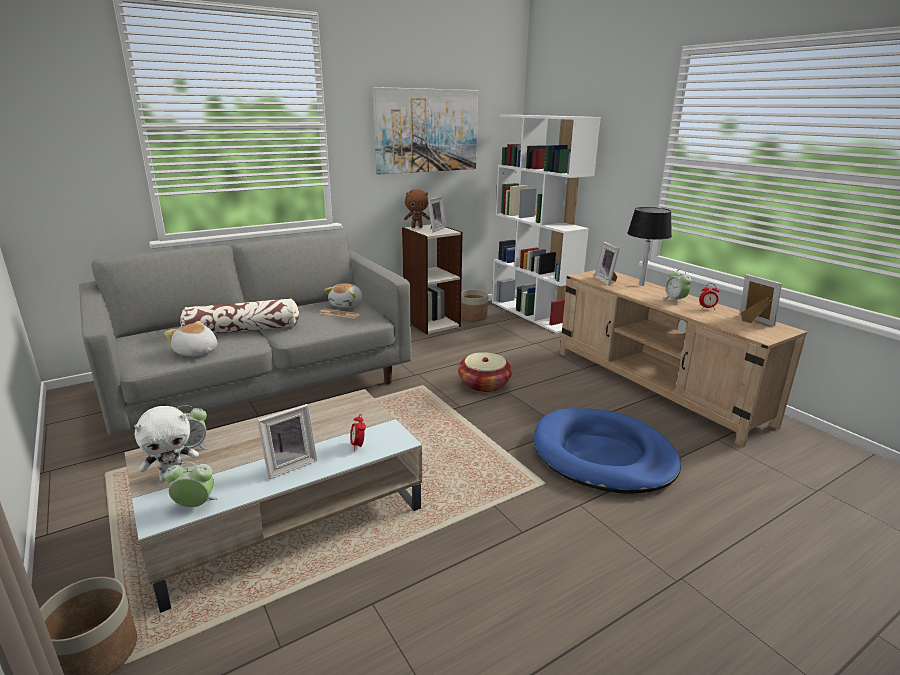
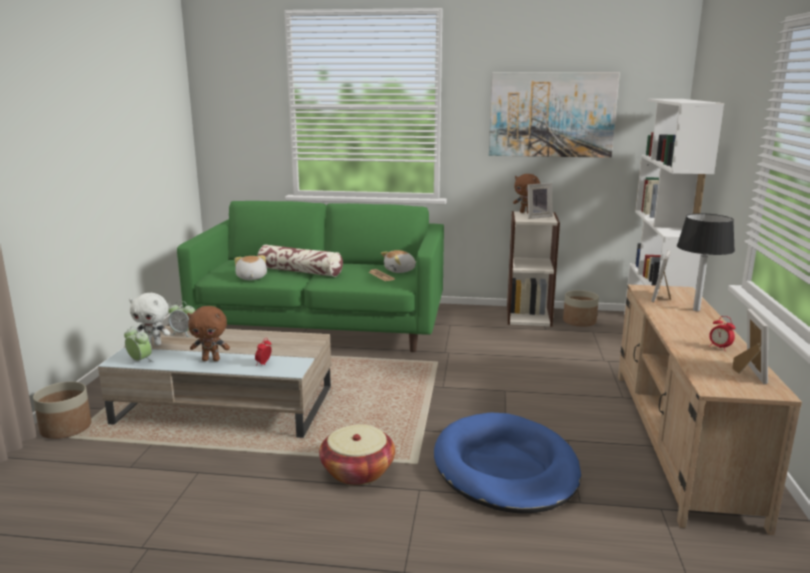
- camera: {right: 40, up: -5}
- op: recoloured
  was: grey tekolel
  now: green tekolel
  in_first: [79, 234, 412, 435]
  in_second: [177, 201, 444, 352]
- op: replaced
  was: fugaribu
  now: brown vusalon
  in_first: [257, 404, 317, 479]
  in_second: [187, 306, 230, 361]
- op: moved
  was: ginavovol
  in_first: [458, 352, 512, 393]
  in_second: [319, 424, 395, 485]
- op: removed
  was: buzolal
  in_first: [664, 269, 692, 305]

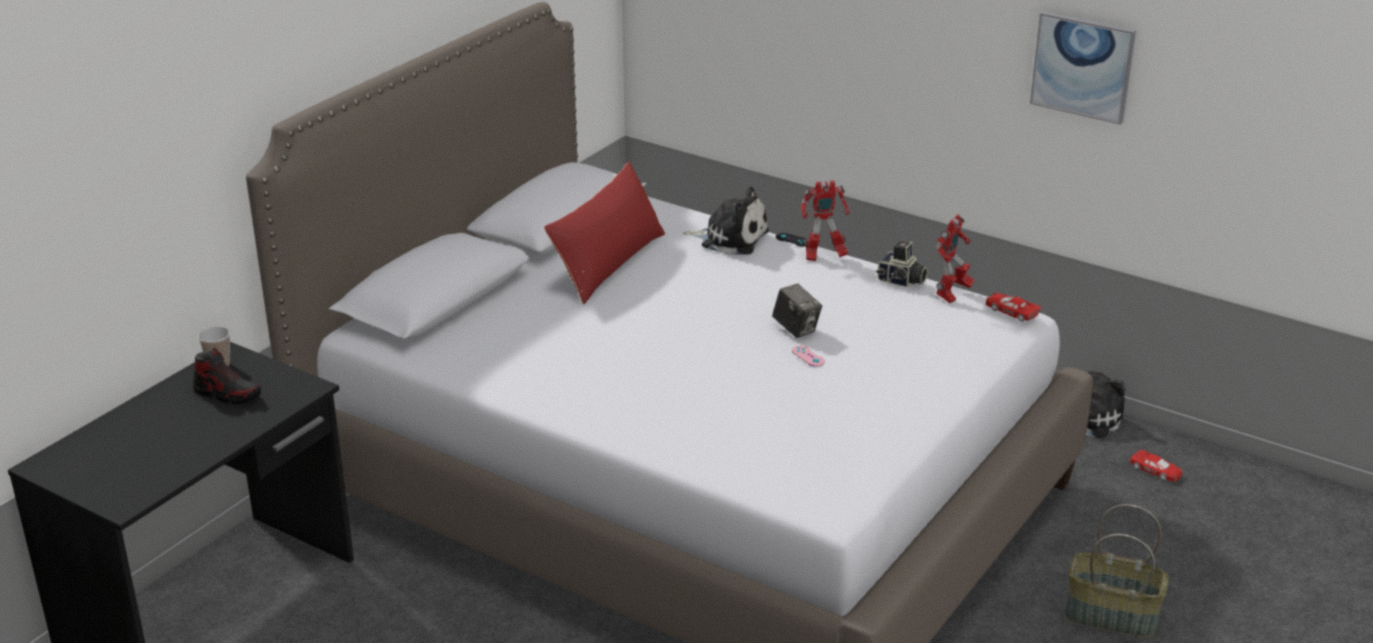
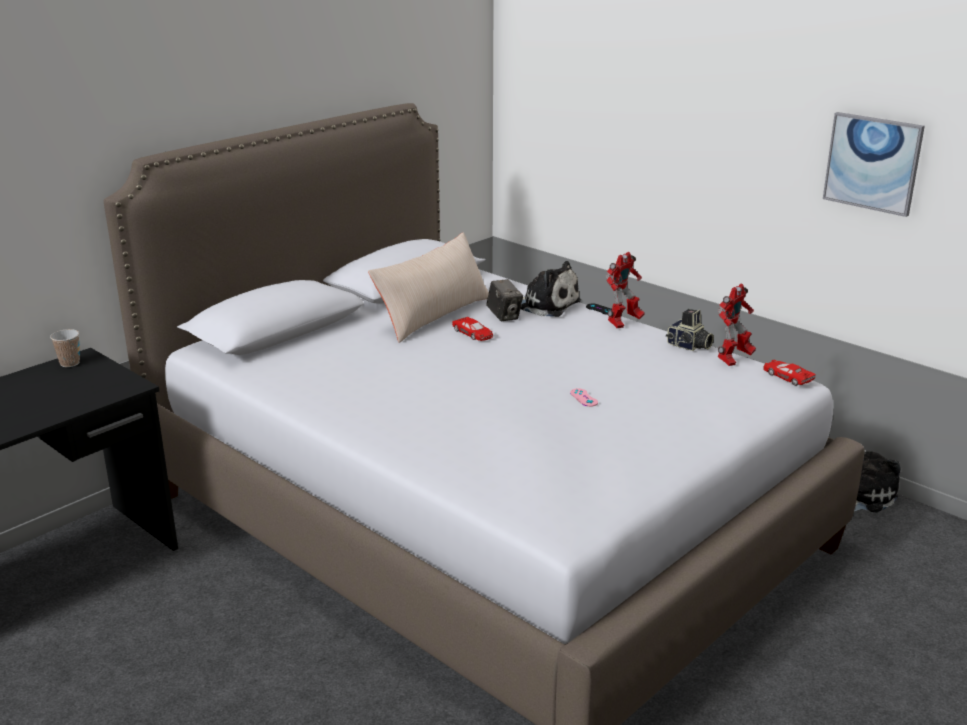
- camera: {right: 10, up: -5}
- op: recoloured
  was: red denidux
  now: beige denidux
  in_first: [544, 162, 665, 304]
  in_second: [368, 232, 489, 343]
- op: moved
  was: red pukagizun
  in_first: [1130, 450, 1182, 482]
  in_second: [452, 317, 493, 341]
- op: moved
  was: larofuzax
  in_first: [772, 284, 822, 338]
  in_second: [486, 279, 523, 321]
- op: turned
  was: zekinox
  in_first: [801, 180, 850, 261]
  in_second: [606, 252, 645, 328]
  clockwise: -45
- op: removed
  was: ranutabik
  in_first: [193, 348, 261, 405]
- op: removed
  was: ginavovol
  in_first: [1065, 504, 1169, 638]

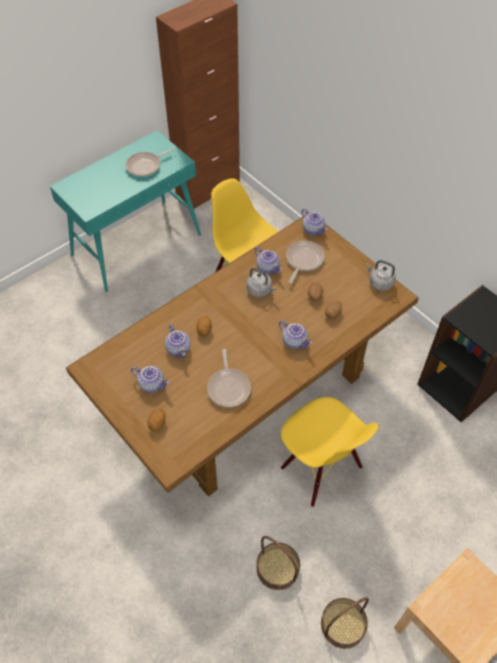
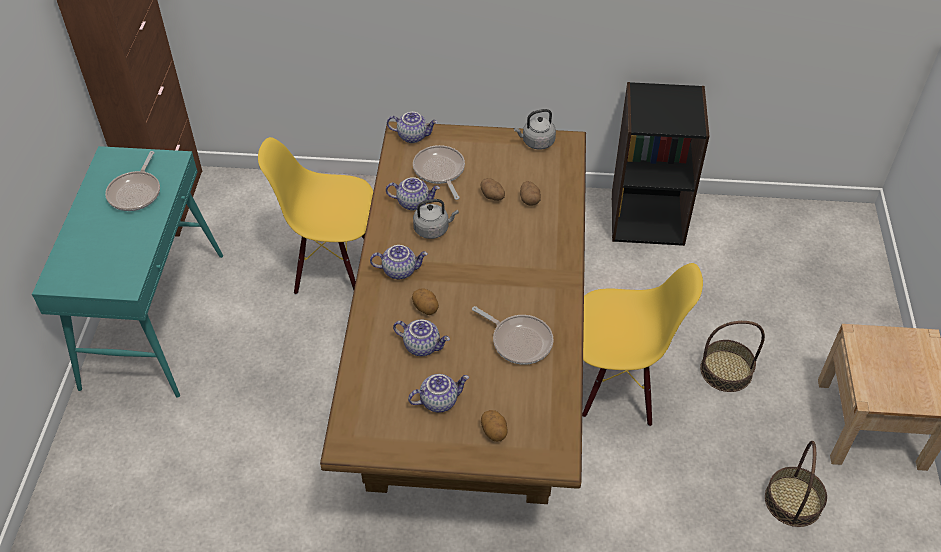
- camera: {right: -45, up: -5}
- op: moved
  was: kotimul
  in_first: [279, 320, 312, 349]
  in_second: [370, 245, 428, 279]
- op: moved
  was: ginavovol
  in_first: [257, 536, 300, 590]
  in_second: [700, 321, 765, 392]

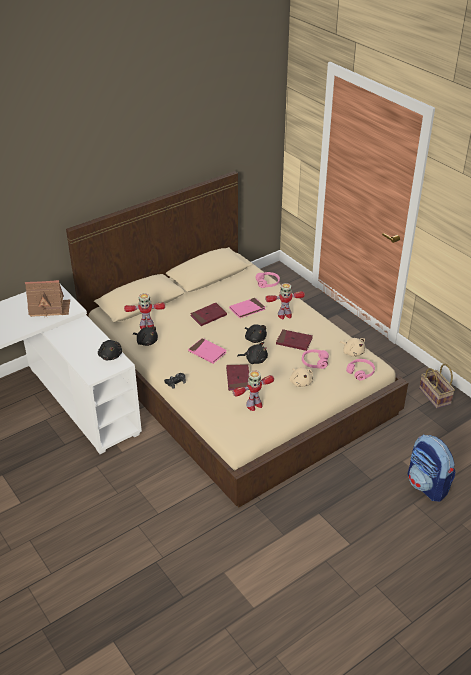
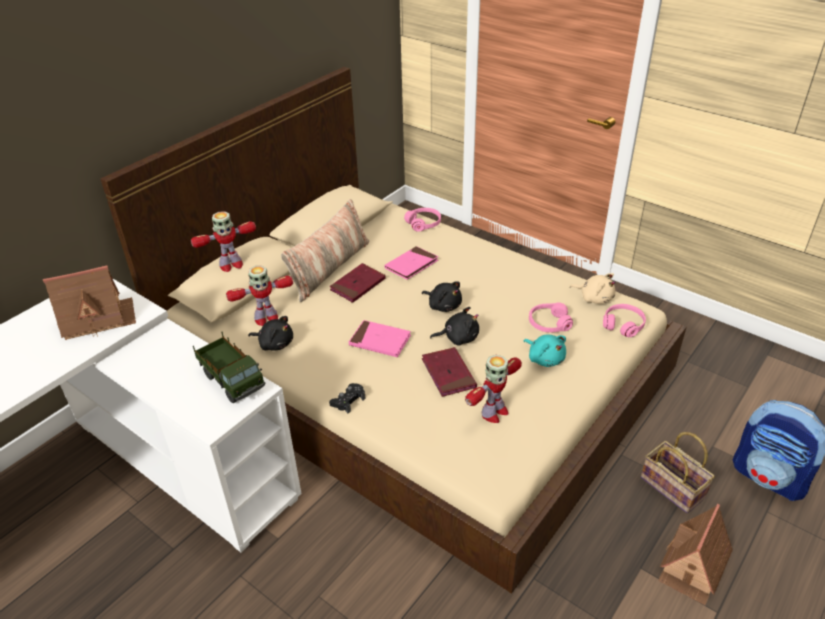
- camera: {right: -15, up: 0}
- op: moved
  was: zekinox
  in_first: [265, 283, 305, 319]
  in_second: [191, 211, 256, 272]
- op: replaced
  was: black vusalon
  now: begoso
  in_first: [98, 340, 122, 360]
  in_second: [193, 332, 266, 403]
- op: added
  now: denidux
  in_second: [281, 199, 369, 302]
- op: recoloured
  was: beige vusalon
  now: turquoise vusalon
  in_first: [290, 367, 313, 387]
  in_second: [524, 334, 566, 367]
- op: moved
  was: ginavovol
  in_first: [419, 364, 455, 408]
  in_second: [641, 432, 715, 513]
- op: added
  now: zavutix
  in_second: [658, 504, 733, 605]
- op: removed
  was: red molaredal
  in_first: [276, 329, 313, 351]

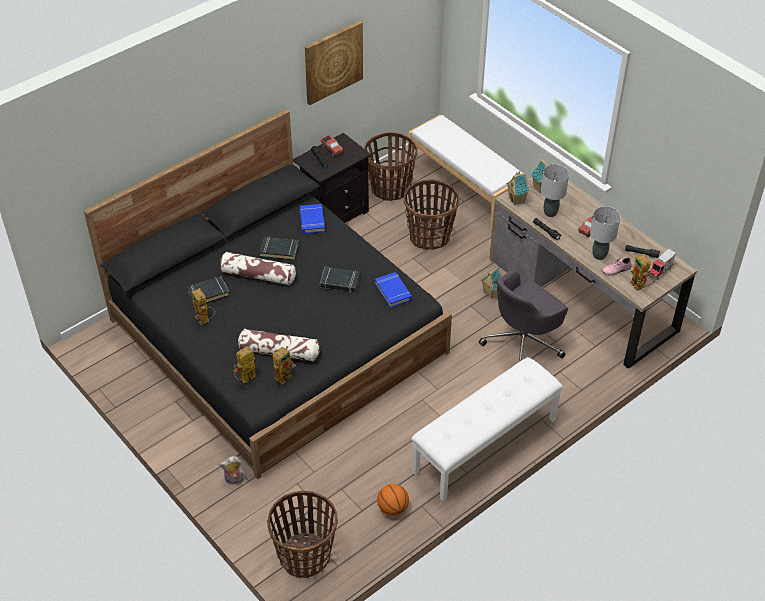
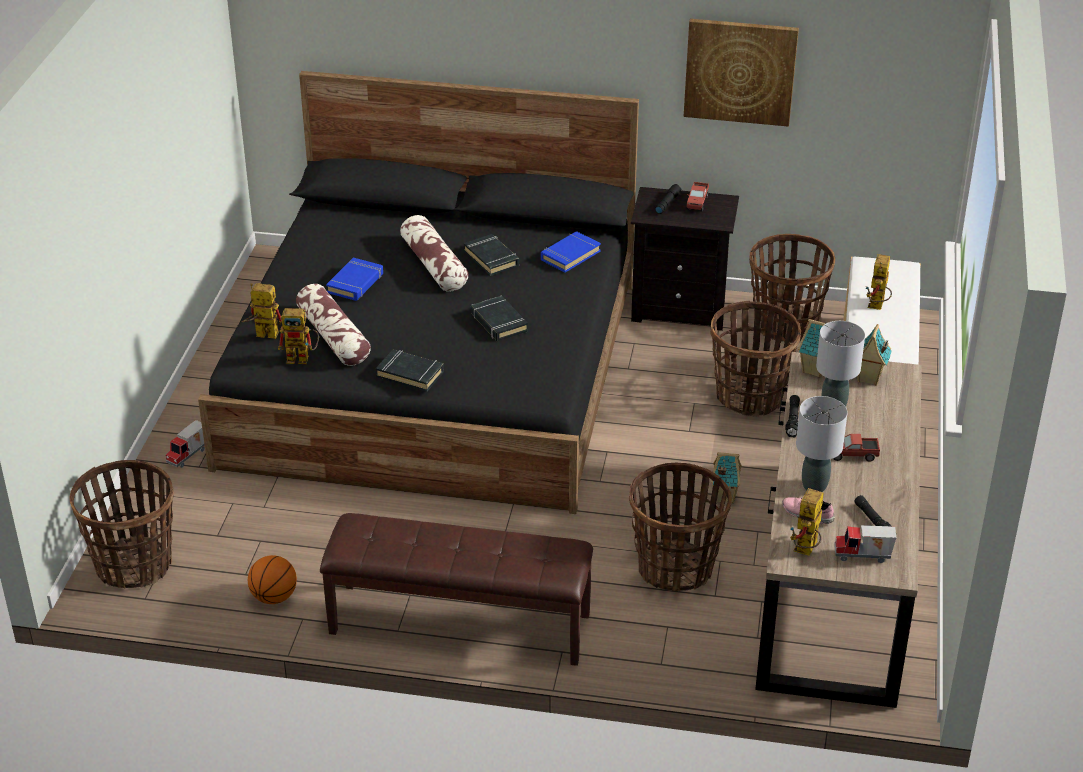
- camera: {right: 50, up: -10}
- op: replaced
  was: vusalon
  now: begoso
  in_first: [219, 456, 245, 484]
  in_second: [166, 420, 205, 468]
- op: recoloured
  was: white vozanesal
  now: brown vozanesal
  in_first: [411, 357, 563, 502]
  in_second: [320, 513, 593, 666]
- op: moved
  was: blue molaredal
  in_first: [375, 272, 412, 308]
  in_second: [326, 257, 383, 301]
- op: moved
  was: black molaredal
  in_first: [187, 276, 230, 303]
  in_second: [376, 349, 444, 392]
- op: replaced
  was: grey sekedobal
  now: ginavovol
  in_first: [479, 269, 568, 362]
  in_second: [629, 463, 732, 591]
- op: moved
  was: zekinox
  in_first: [192, 288, 215, 325]
  in_second: [866, 254, 892, 310]

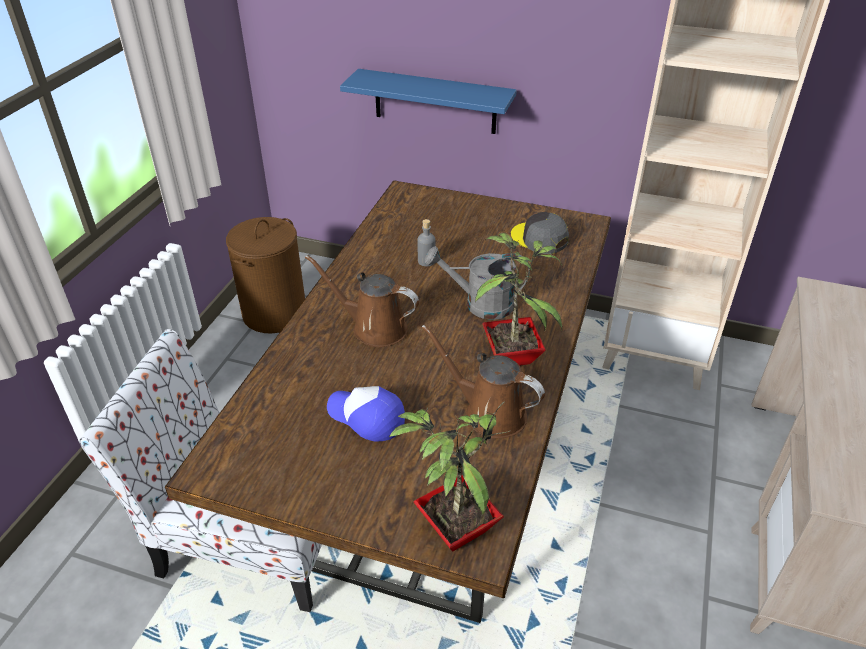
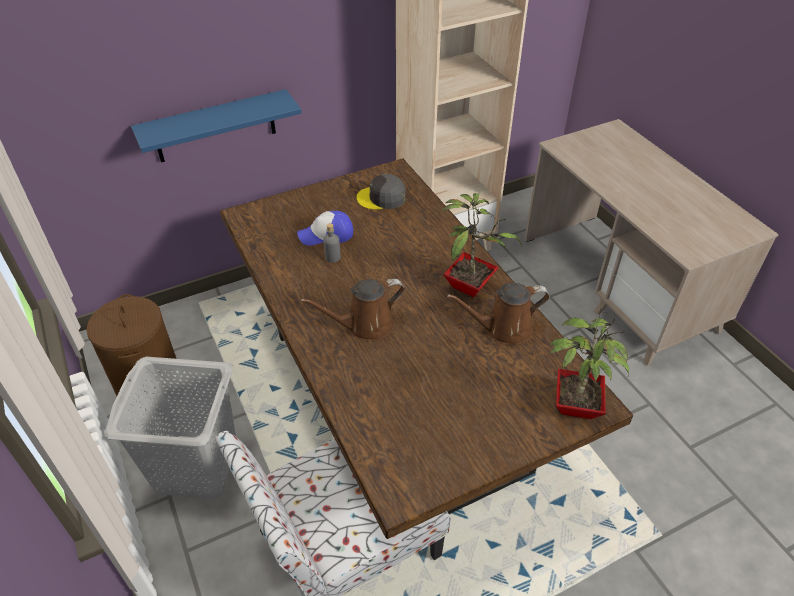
- camera: {right: -45, up: 5}
- op: added
  now: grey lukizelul
  in_second: [104, 357, 236, 499]
- op: moved
  was: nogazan
  in_first: [327, 386, 405, 442]
  in_second: [297, 211, 353, 246]
- op: removed
  was: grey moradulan
  in_first: [425, 246, 529, 320]

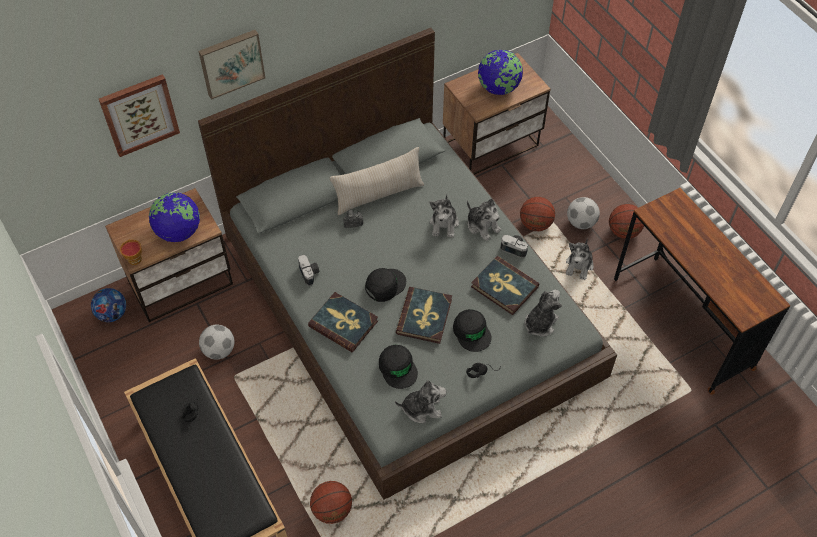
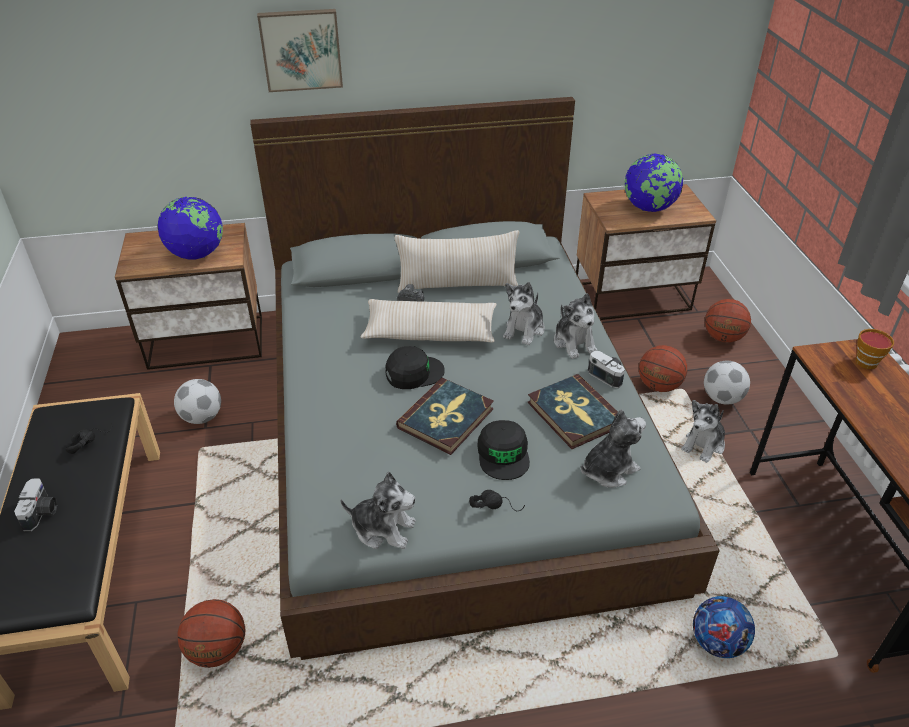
- camera: {right: 20, up: -15}
- op: moved
  was: larofuzax
  in_first: [298, 255, 319, 286]
  in_second: [14, 478, 57, 531]
- op: added
  now: beige denidux
  in_second: [361, 299, 496, 342]
- op: moved
  was: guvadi
  in_first: [91, 288, 126, 322]
  in_second: [693, 596, 755, 658]
- op: moved
  was: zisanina
  in_first: [609, 204, 644, 239]
  in_second: [705, 299, 751, 343]
- op: moved
  was: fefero
  in_first: [120, 239, 142, 265]
  in_second: [856, 329, 894, 369]
- op: removed
  was: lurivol
  in_first: [99, 74, 180, 157]
- op: removed
  was: molaredal
  in_first: [308, 292, 378, 353]
- op: removed
  was: black nogazan
  in_first: [379, 345, 418, 389]

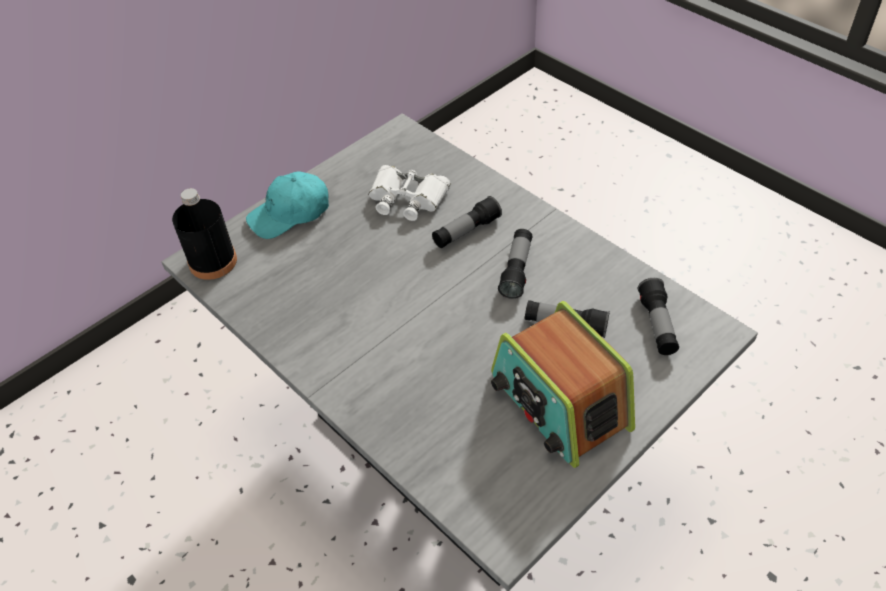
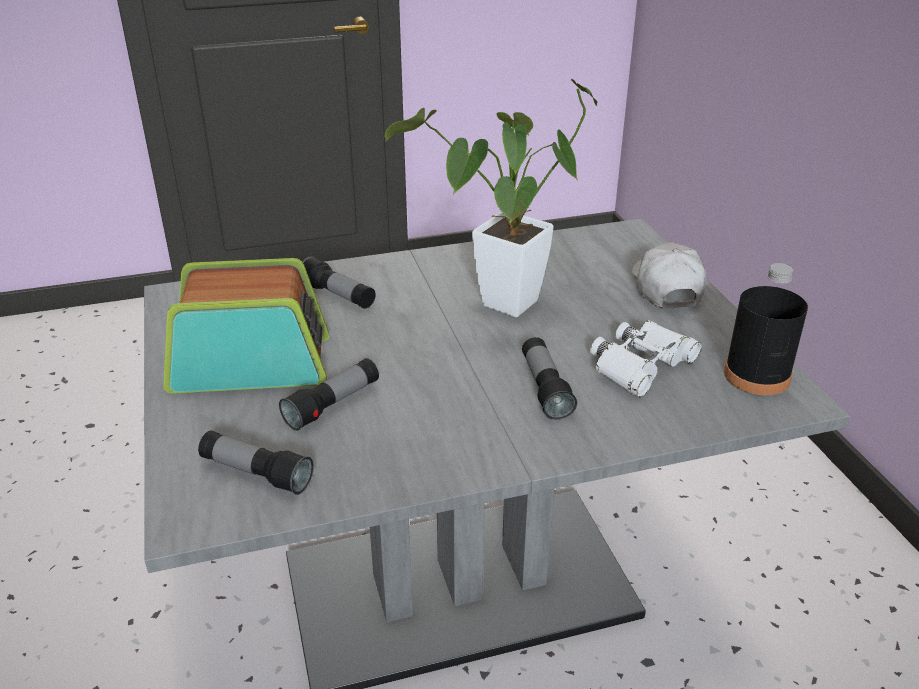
- camera: {right: 115, up: -15}
- op: moved
  was: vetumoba
  in_first: [498, 229, 532, 299]
  in_second: [302, 257, 376, 308]
- op: added
  now: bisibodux
  in_second: [384, 79, 597, 317]
- op: recoloured
  was: turquoise nogazan
  now: white nogazan
  in_first: [246, 171, 329, 239]
  in_second: [632, 242, 707, 308]
- op: moved
  was: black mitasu
  in_first: [172, 188, 237, 280]
  in_second: [724, 263, 808, 395]

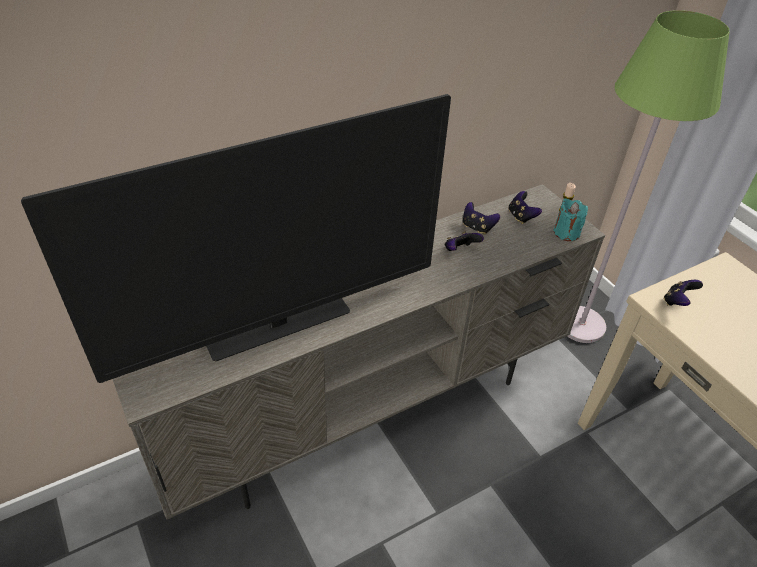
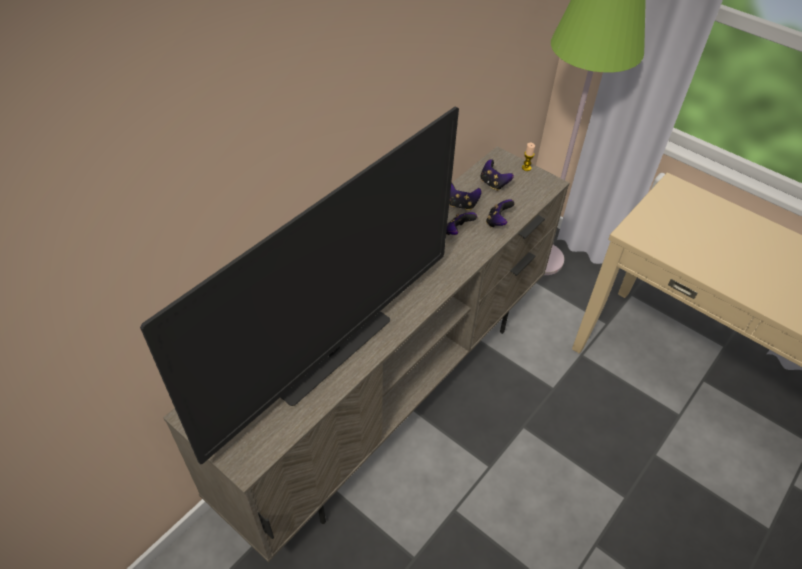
- camera: {right: -20, up: 5}
- op: moved
  was: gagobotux
  in_first: [664, 280, 703, 306]
  in_second: [486, 199, 515, 228]
- op: removed
  was: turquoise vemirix
  in_first: [554, 198, 588, 241]

